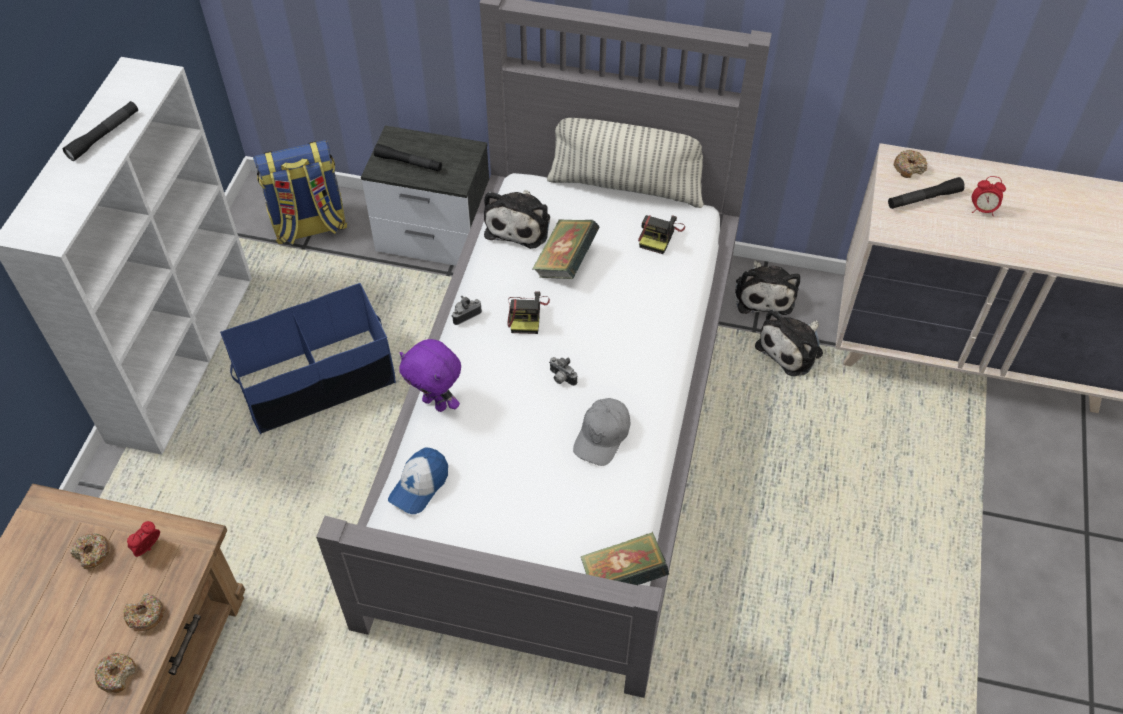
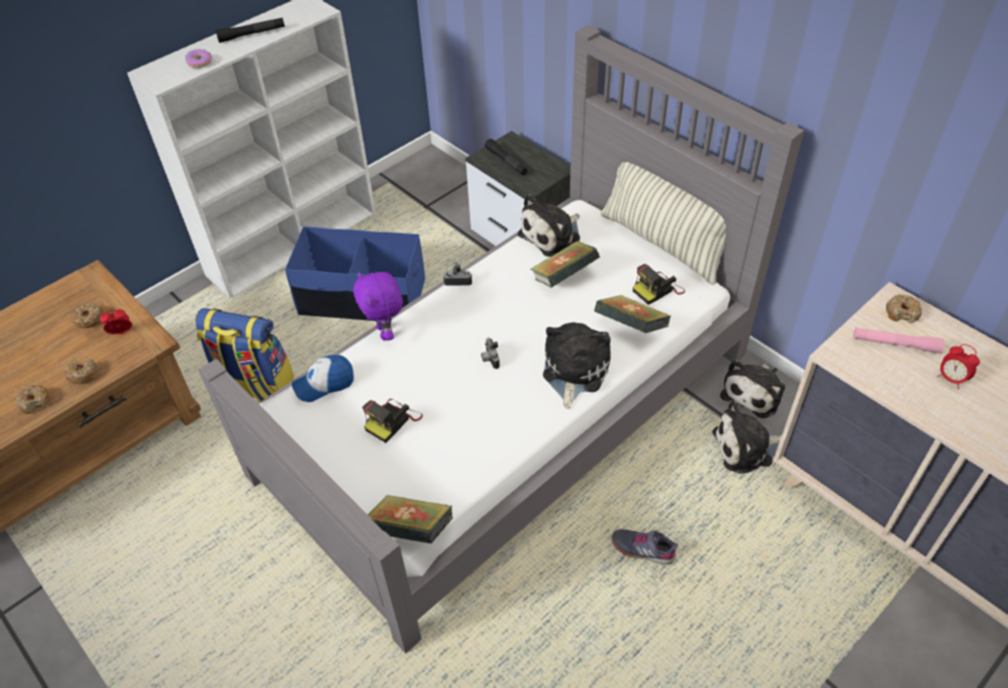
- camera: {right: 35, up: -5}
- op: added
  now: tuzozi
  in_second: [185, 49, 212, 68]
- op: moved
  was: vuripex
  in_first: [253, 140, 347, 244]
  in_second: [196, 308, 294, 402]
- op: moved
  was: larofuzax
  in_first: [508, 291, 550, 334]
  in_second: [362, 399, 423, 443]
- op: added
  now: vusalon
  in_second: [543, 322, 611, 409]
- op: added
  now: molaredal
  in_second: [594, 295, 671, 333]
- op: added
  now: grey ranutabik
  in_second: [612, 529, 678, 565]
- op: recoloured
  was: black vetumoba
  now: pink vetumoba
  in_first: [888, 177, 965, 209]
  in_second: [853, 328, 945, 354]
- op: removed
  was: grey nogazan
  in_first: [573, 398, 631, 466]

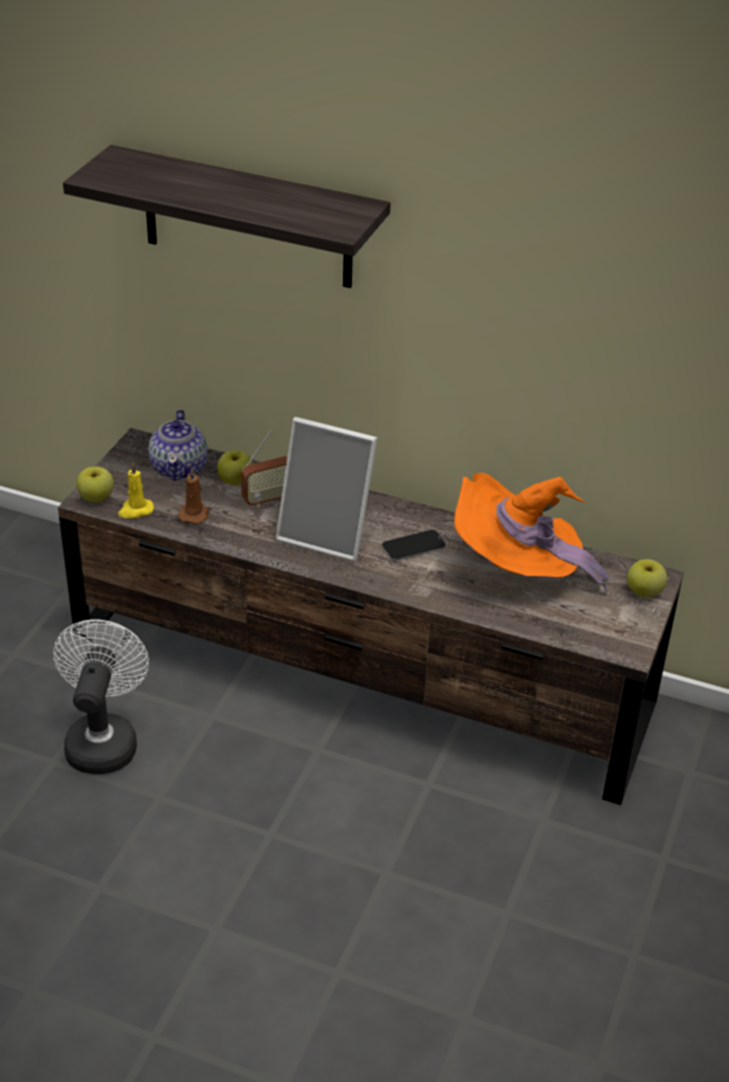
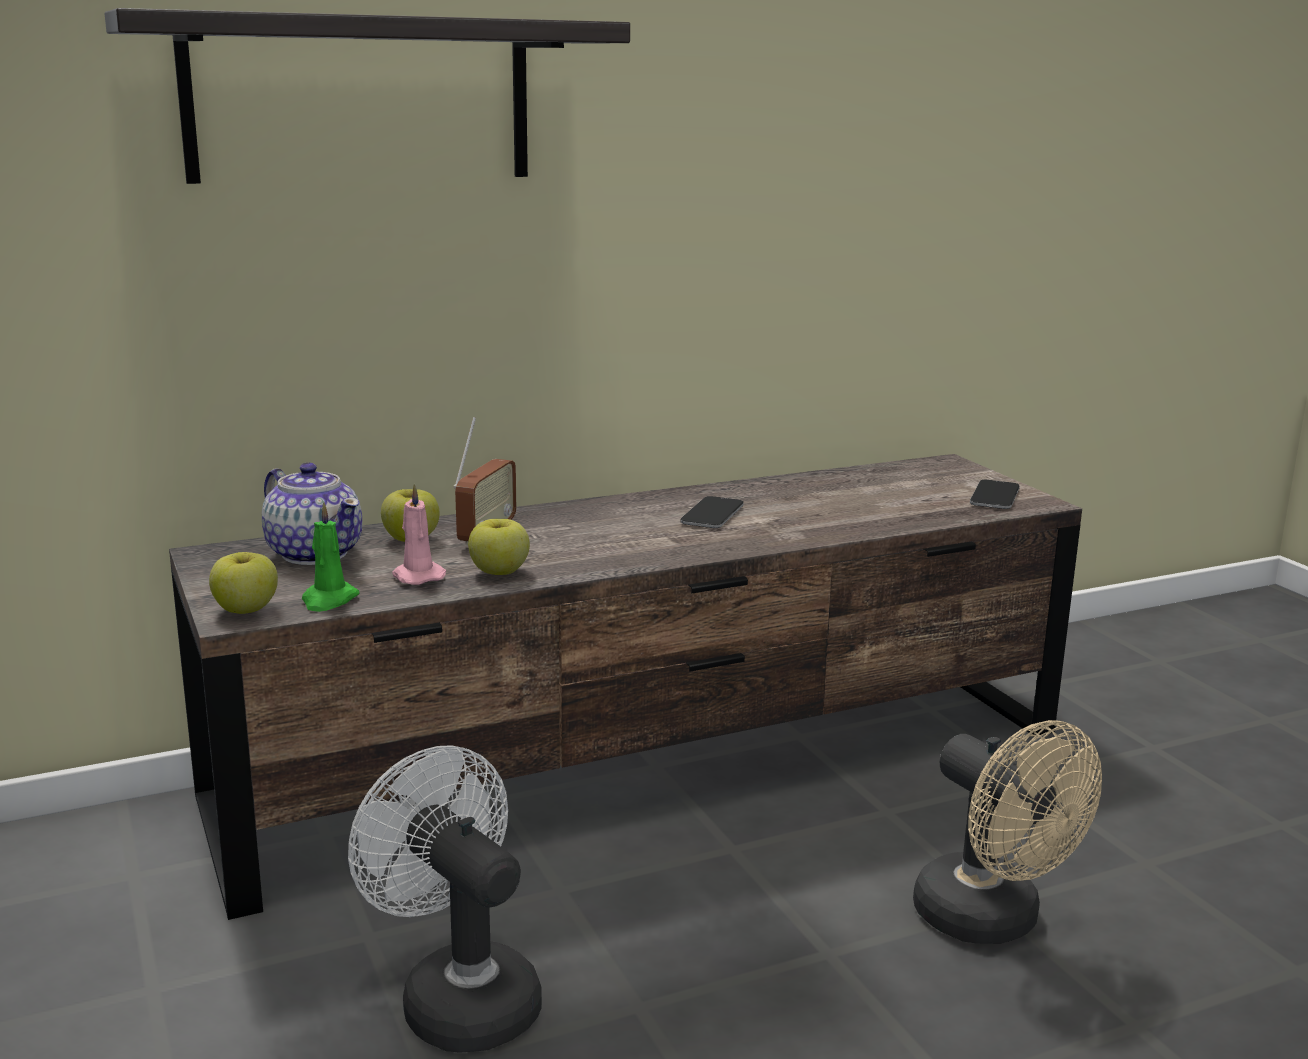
- camera: {right: -45, up: -20}
- op: recoloured
  was: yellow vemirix
  now: green vemirix
  in_first: [118, 463, 154, 518]
  in_second: [302, 502, 359, 612]
- op: recoloured
  was: brown vemirix
  now: pink vemirix
  in_first: [178, 468, 209, 524]
  in_second: [392, 483, 446, 585]
- op: moved
  was: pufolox
  in_first: [627, 559, 667, 597]
  in_second: [468, 519, 530, 575]
- op: added
  now: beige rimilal
  in_second: [913, 720, 1102, 944]
- op: added
  now: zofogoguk
  in_second: [970, 480, 1020, 509]
- op: removed
  was: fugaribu
  in_first: [276, 417, 377, 562]
- op: removed
  was: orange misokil
  in_first: [454, 473, 609, 594]

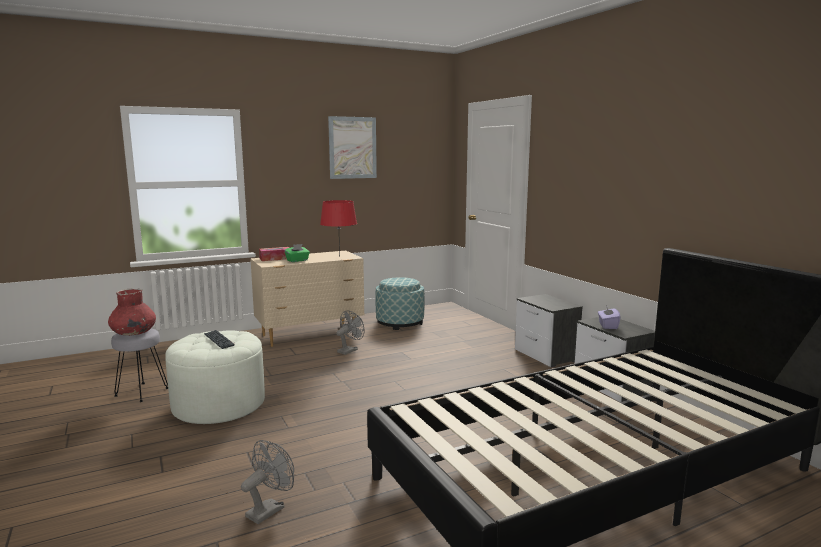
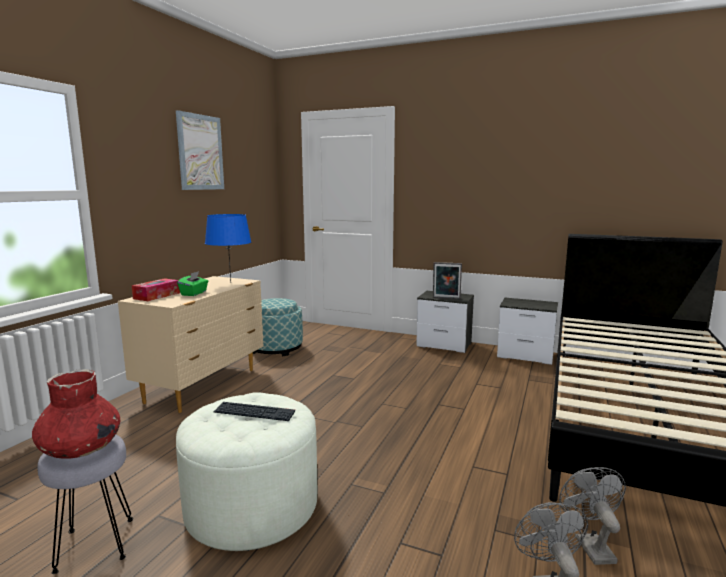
- camera: {right: -40, up: 0}
- op: recoloured
  was: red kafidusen
  now: blue kafidusen
  in_first: [320, 200, 357, 257]
  in_second: [205, 214, 251, 283]
- op: added
  now: fugaribu
  in_second: [433, 262, 462, 299]
- op: moved
  was: grey rimilal
  in_first: [336, 311, 365, 355]
  in_second: [559, 467, 626, 565]
- op: removed
  was: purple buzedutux
  in_first: [598, 305, 621, 329]

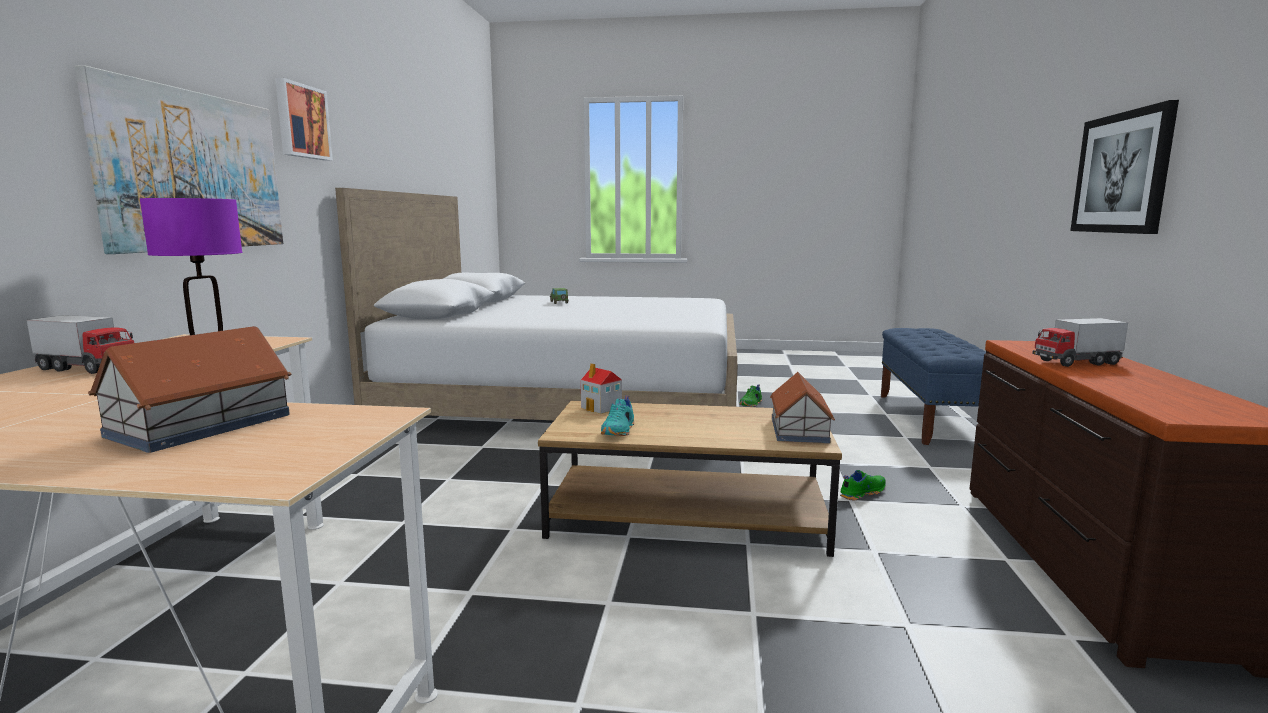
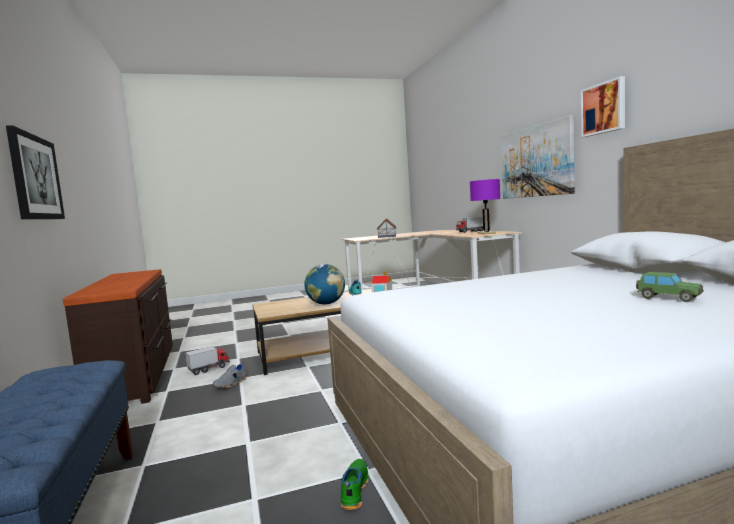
- camera: {right: 155, up: -5}
- op: moved
  was: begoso
  in_first: [1032, 318, 1128, 367]
  in_second: [185, 346, 230, 375]
- op: recoloured
  was: green ranutabik
  now: grey ranutabik
  in_first: [840, 470, 886, 500]
  in_second: [213, 362, 247, 388]
- op: added
  now: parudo
  in_second: [304, 264, 345, 305]
- op: removed
  was: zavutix
  in_first: [770, 372, 835, 443]

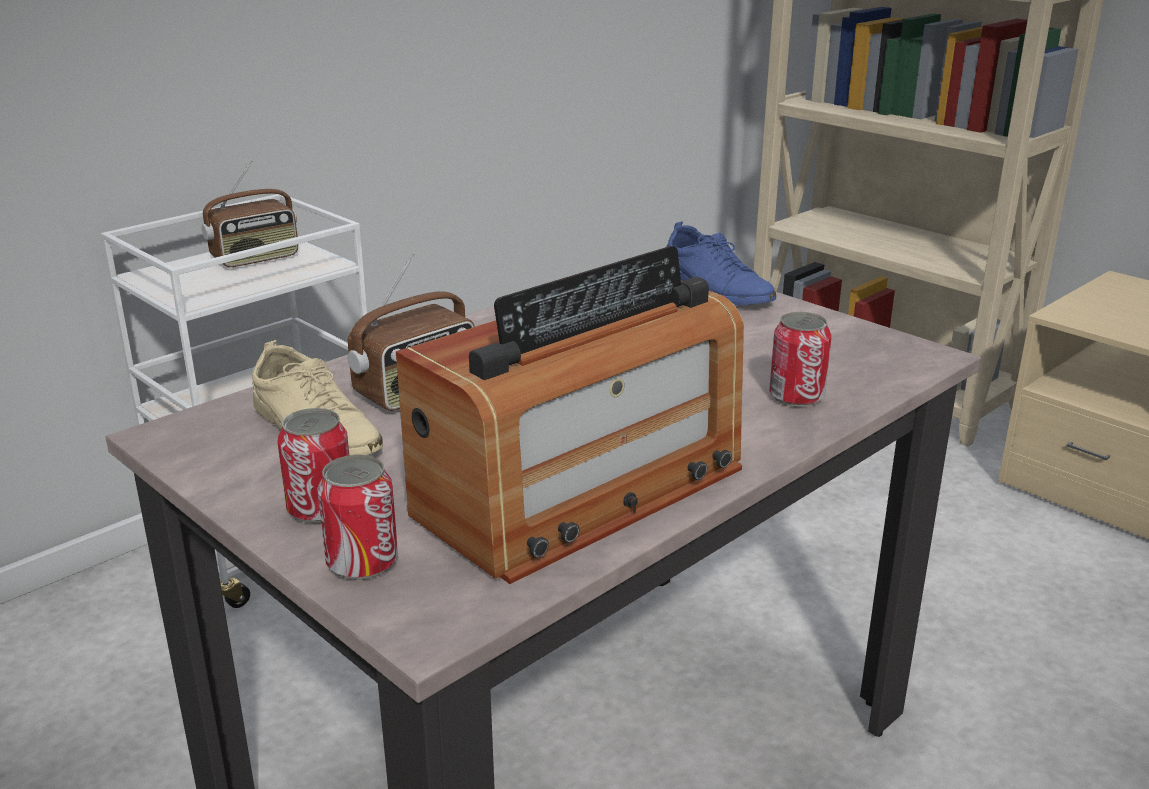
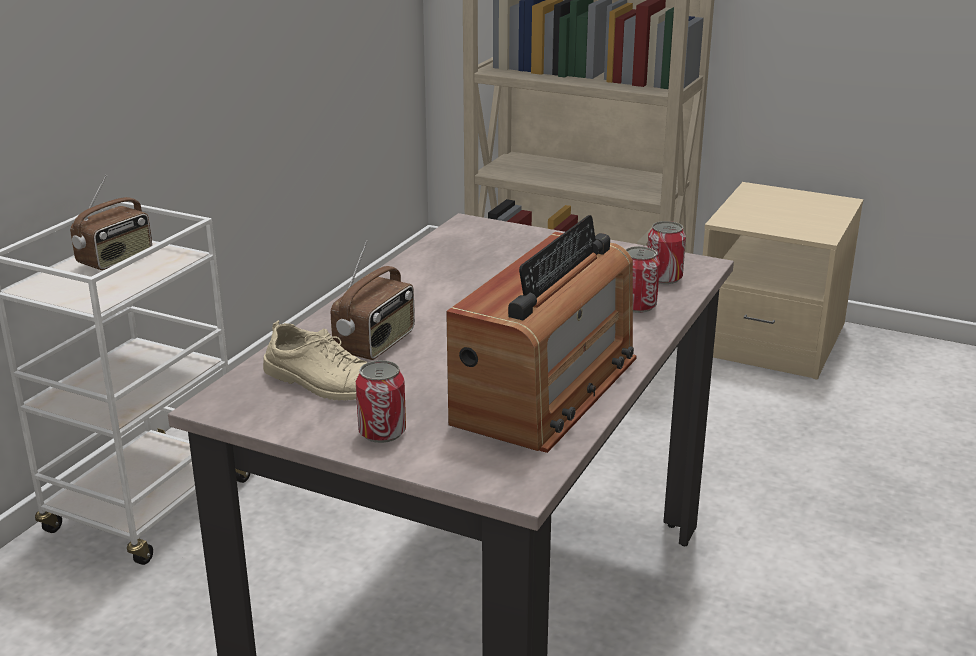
- camera: {right: -20, up: 0}
- op: moved
  was: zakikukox
  in_first: [317, 455, 398, 580]
  in_second: [648, 221, 686, 284]
- op: removed
  was: blue ranutabik
  in_first: [666, 221, 776, 305]

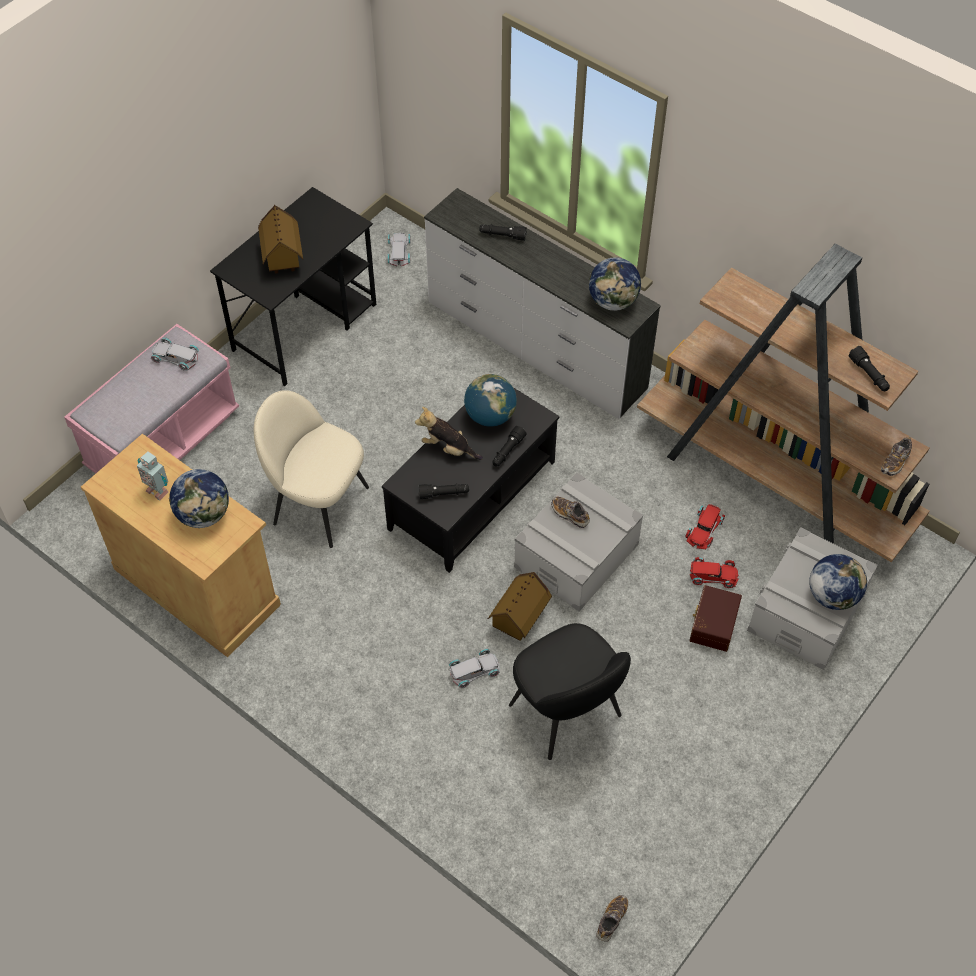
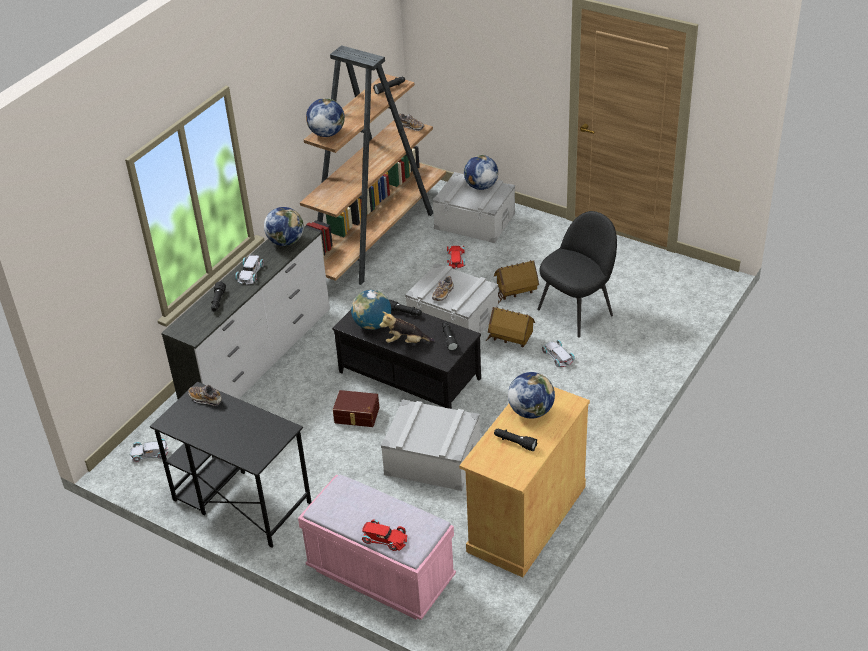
- camera: {right: -95, up: -15}
- op: moved
  was: ranutabik
  in_first: [596, 895, 628, 942]
  in_second: [188, 384, 222, 406]
- op: moved
  was: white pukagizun
  in_first: [151, 337, 199, 371]
  in_second: [235, 255, 264, 285]
- op: added
  now: parudo
  in_second: [306, 98, 345, 137]
- op: moved
  was: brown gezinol
  in_first: [689, 585, 742, 652]
  in_second: [333, 390, 379, 427]
- op: moved
  was: red pukagizun
  in_first: [685, 504, 725, 549]
  in_second: [362, 519, 407, 551]
- op: turned
  was: vusalon
  in_first: [415, 407, 483, 460]
  in_second: [380, 312, 435, 343]
  clockwise: 75
- op: replaced
  was: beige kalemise
  now: grey gezinol
  in_first: [254, 390, 369, 548]
  in_second: [381, 399, 480, 491]
- op: moved
  was: zavutix
  in_first: [258, 205, 303, 274]
  in_second: [494, 260, 539, 304]
- op: replaced
  was: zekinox
  now: black vetumoba
  in_first: [137, 451, 168, 501]
  in_second: [494, 429, 537, 451]

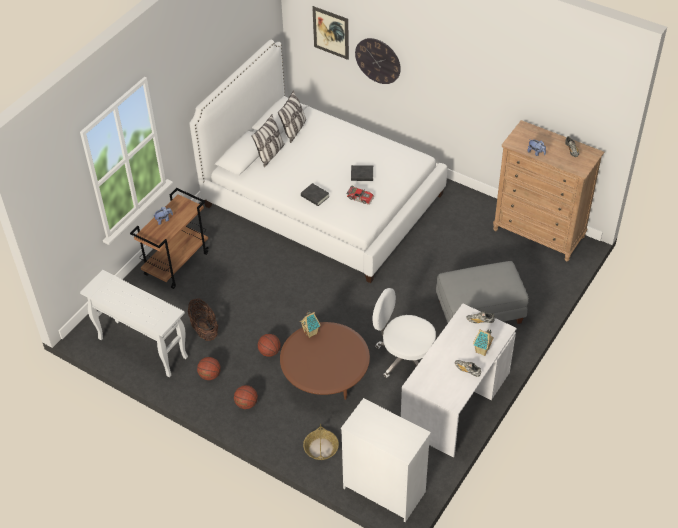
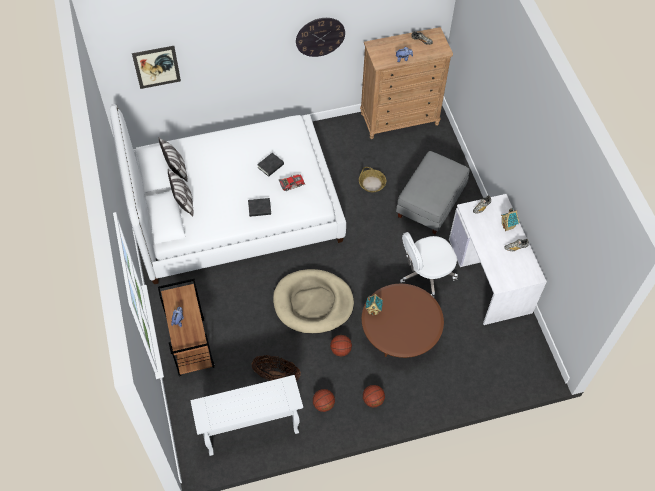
- camera: {right: -50, up: 10}
- op: added
  now: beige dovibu
  in_second: [273, 269, 354, 334]
- op: moved
  was: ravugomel
  in_first: [355, 38, 401, 84]
  in_second: [296, 18, 345, 57]
- op: moved
  was: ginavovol
  in_first: [303, 424, 339, 460]
  in_second: [359, 167, 386, 192]
- op: removed
  was: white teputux
  in_first: [341, 398, 431, 522]

